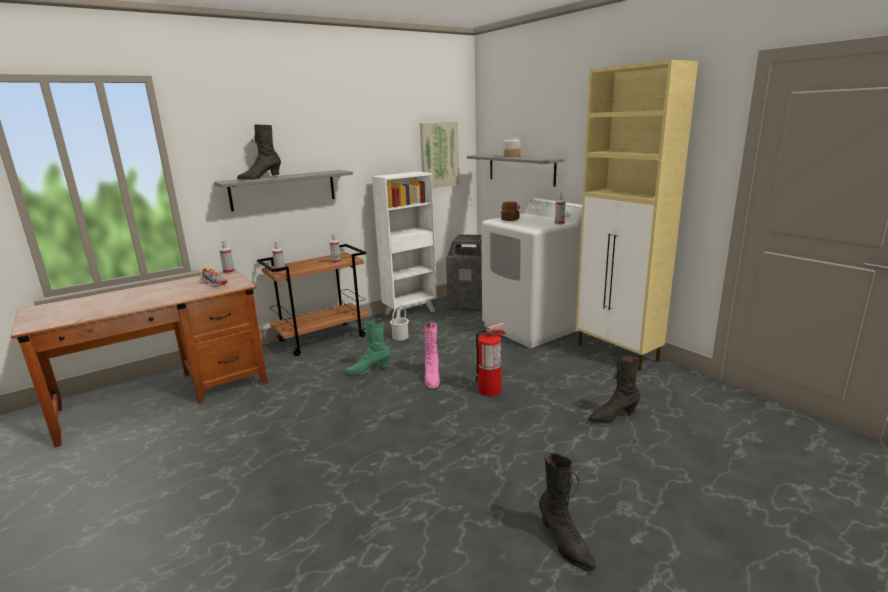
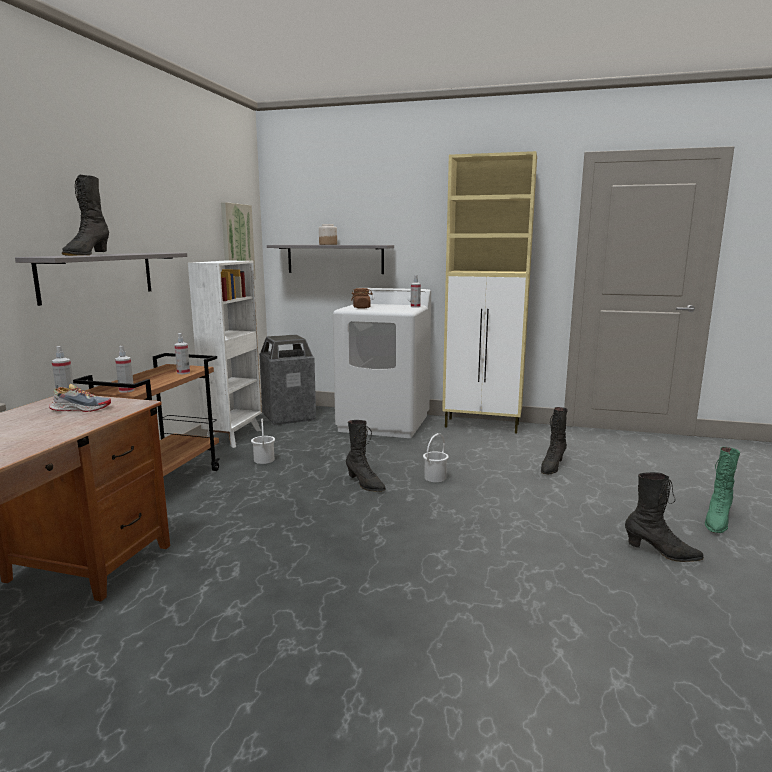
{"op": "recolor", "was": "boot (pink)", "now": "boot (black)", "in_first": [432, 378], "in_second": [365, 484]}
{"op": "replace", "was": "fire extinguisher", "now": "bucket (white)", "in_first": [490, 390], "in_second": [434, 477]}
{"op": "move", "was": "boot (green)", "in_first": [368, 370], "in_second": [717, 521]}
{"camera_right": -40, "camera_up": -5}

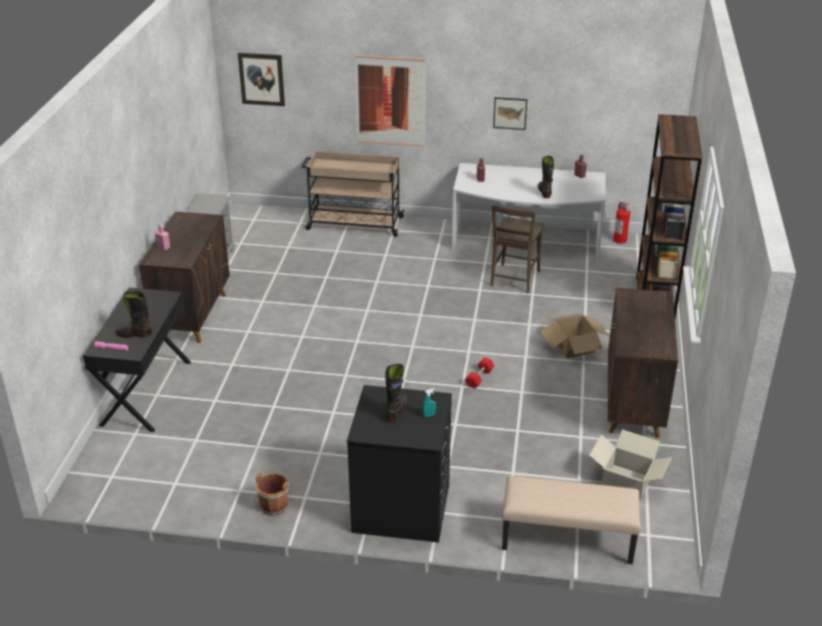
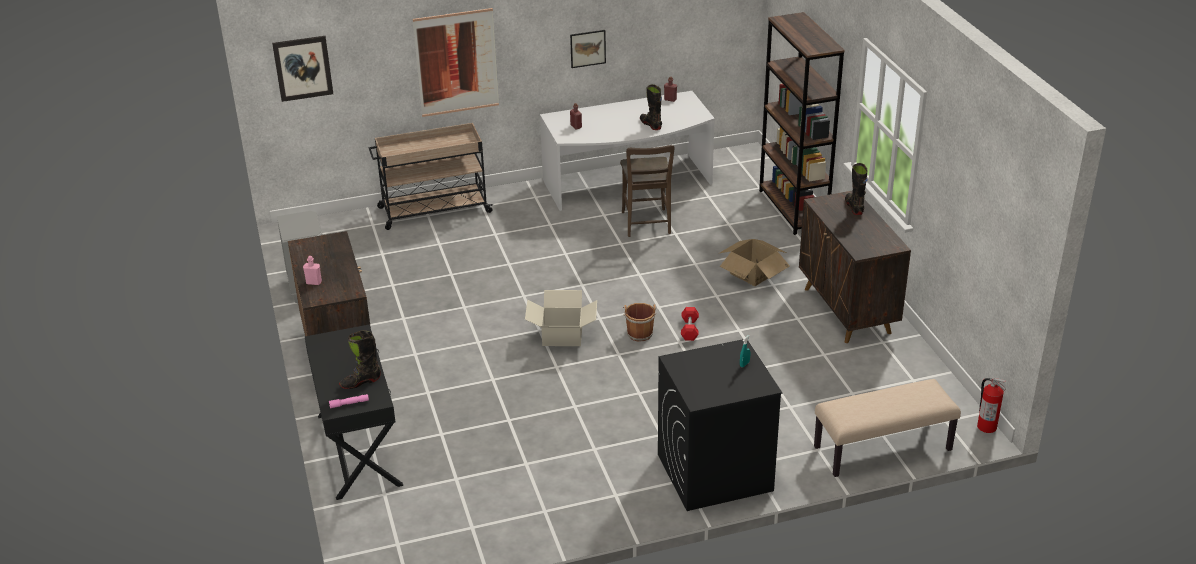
{"op": "move", "was": "cardboard box", "in_first": [626, 481], "in_second": [562, 335]}
{"op": "move", "was": "bucket (brown)", "in_first": [275, 505], "in_second": [639, 333]}
{"op": "move", "was": "boot (black)", "in_first": [397, 410], "in_second": [854, 207]}
{"op": "move", "was": "fire extinguisher", "in_first": [620, 240], "in_second": [986, 426]}
{"camera_right": -25, "camera_up": 0}

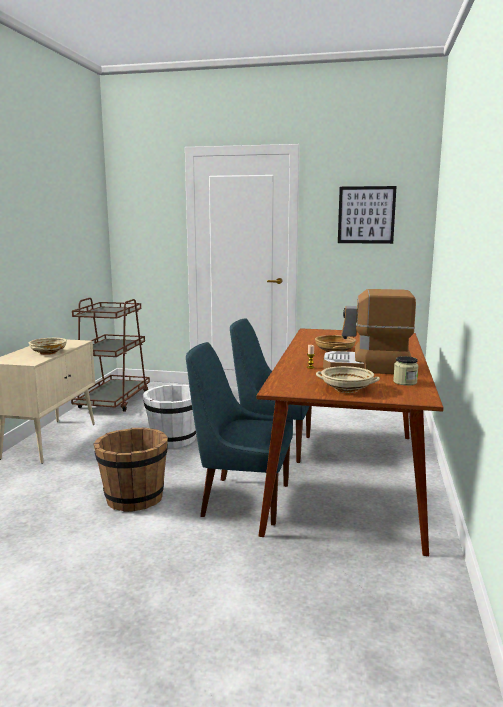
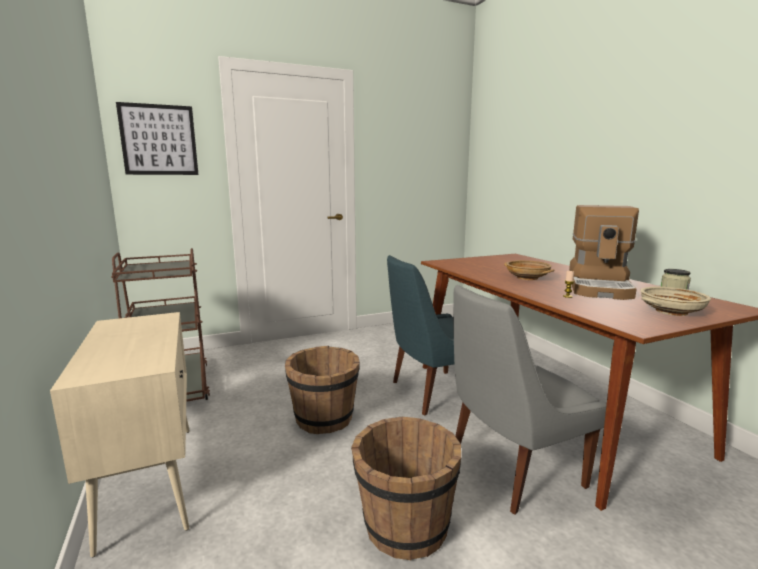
{"op": "move", "was": "picture", "in_first": [366, 215], "in_second": [159, 140]}
{"op": "recolor", "was": "bucket (white)", "now": "bucket (brown)", "in_first": [173, 440], "in_second": [324, 419]}
{"op": "recolor", "was": "chair (blue)", "now": "chair (grey)", "in_first": [241, 500], "in_second": [511, 469]}
{"op": "rotate", "was": "coffee machine", "in_first": [367, 367], "in_second": [600, 287], "clockwise": -45}
{"op": "delete", "was": "bowl (beige)", "in_first": [48, 352]}
{"camera_right": -35, "camera_up": 0}

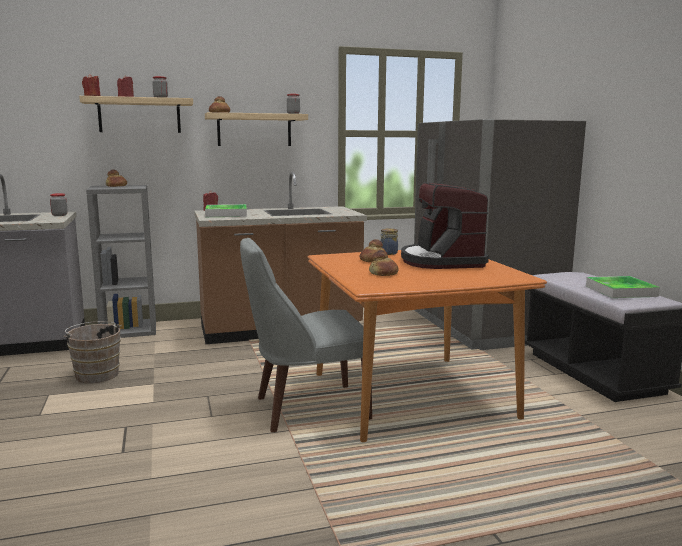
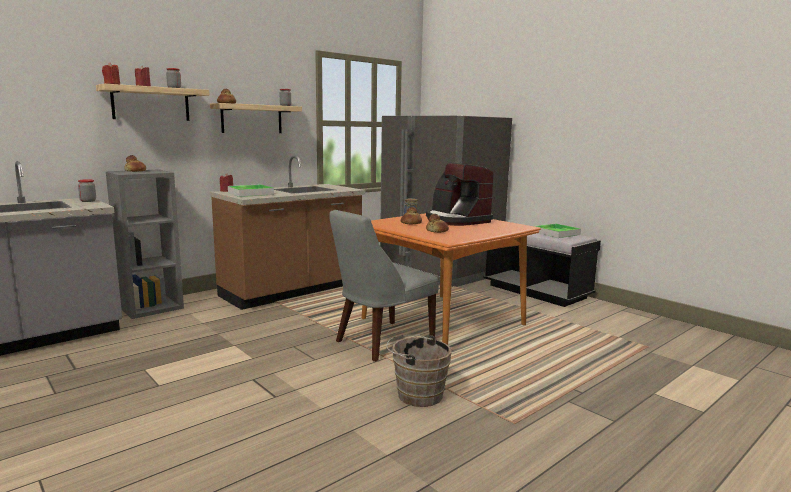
{"op": "move", "was": "bucket (brown)", "in_first": [96, 374], "in_second": [416, 394]}
{"camera_right": -25, "camera_up": 0}

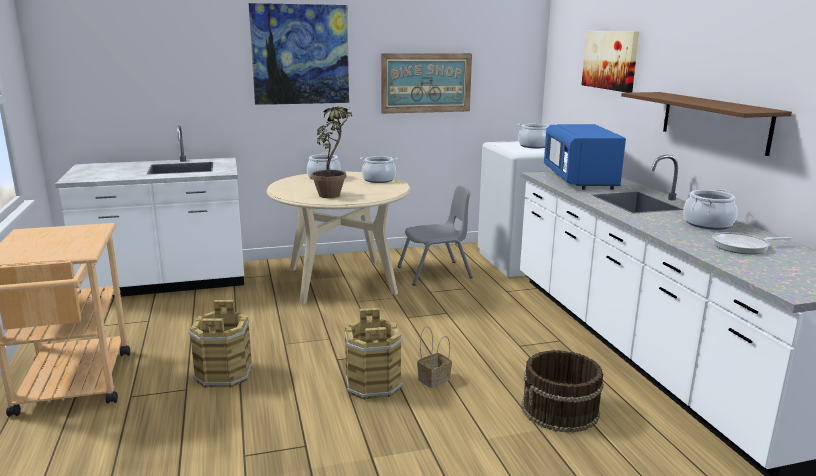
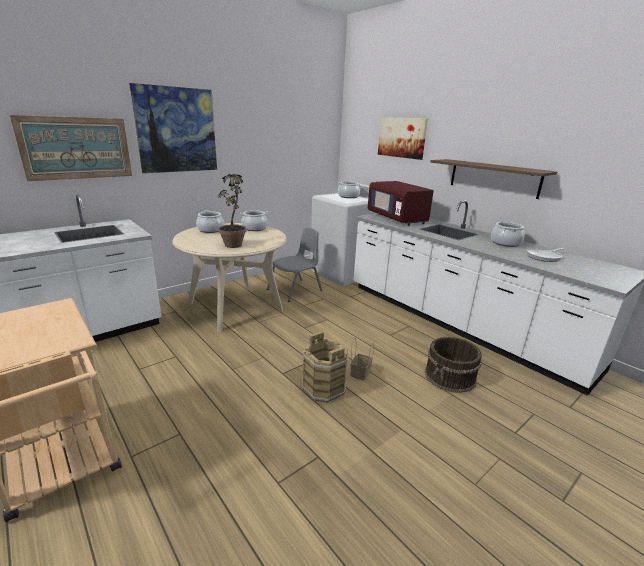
{"op": "move", "was": "picture", "in_first": [426, 83], "in_second": [76, 148]}
{"op": "recolor", "was": "microwave (blue)", "now": "microwave (red)", "in_first": [580, 180], "in_second": [397, 218]}
{"op": "delete", "was": "bucket (brown)", "in_first": [224, 374]}
{"camera_right": -25, "camera_up": 5}

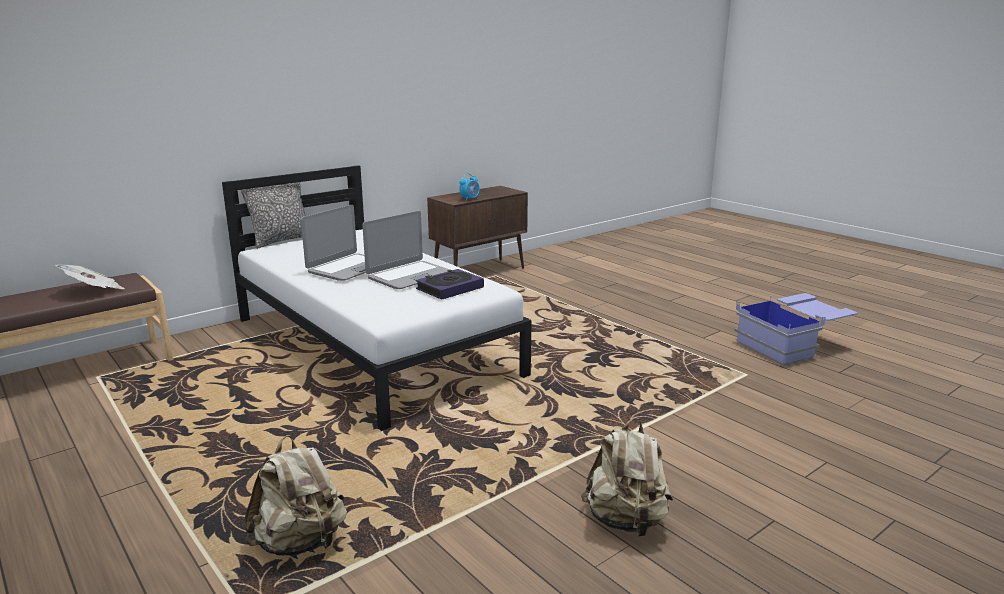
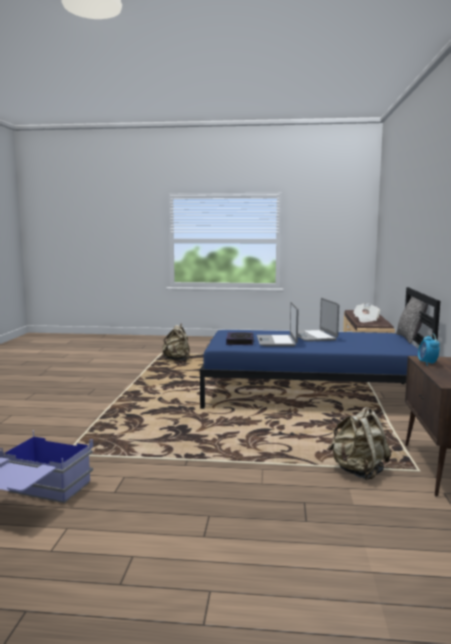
{"op": "recolor", "was": "bed (white)", "now": "bed (blue)", "in_first": [373, 345], "in_second": [310, 395]}
{"op": "move", "was": "backpack (beige)", "in_first": [626, 521], "in_second": [358, 471]}
{"camera_right": 135, "camera_up": -10}

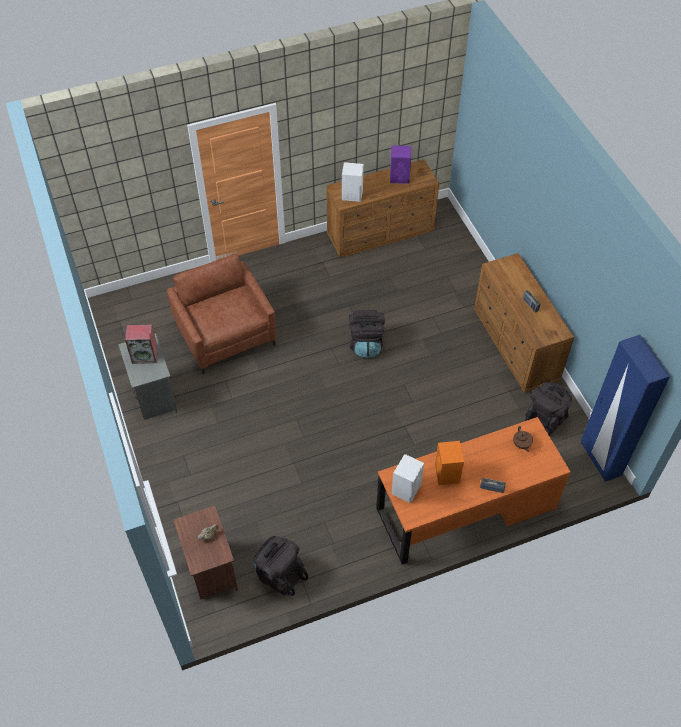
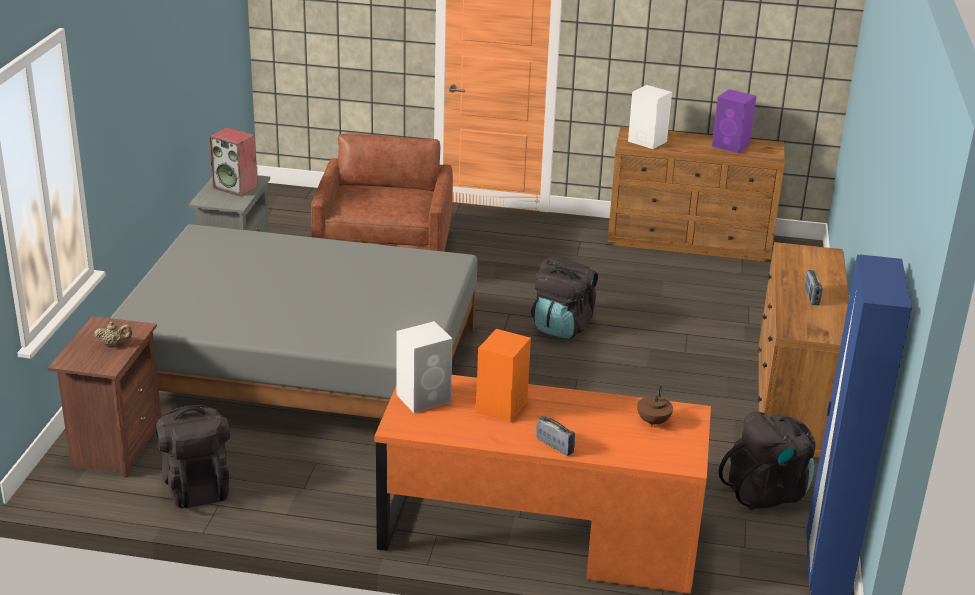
{"op": "insert", "now": "bed (grey)", "in_second": [301, 368]}
{"camera_right": 30, "camera_up": -25}

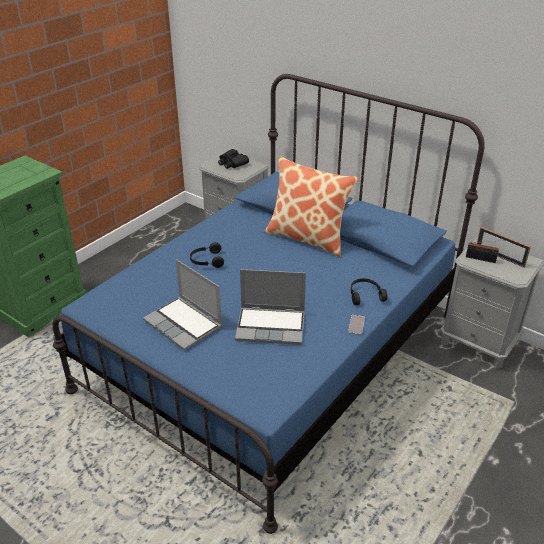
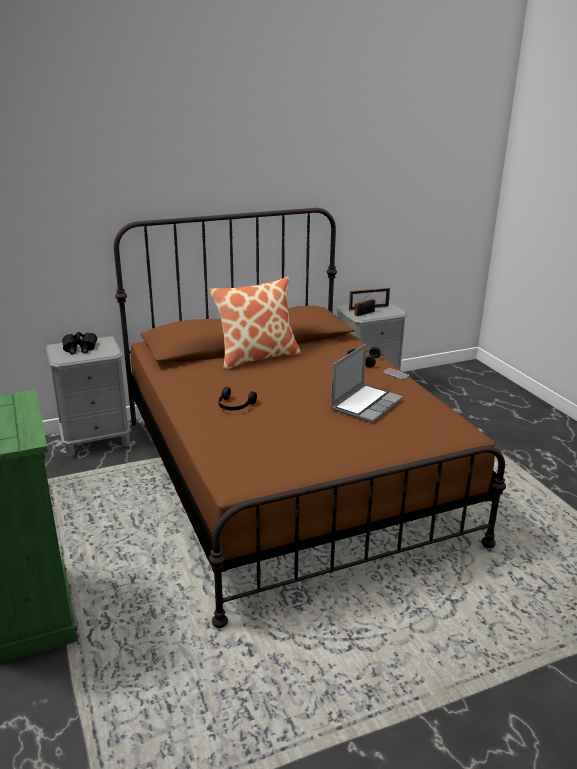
{"op": "recolor", "was": "bed (blue)", "now": "bed (brown)", "in_first": [272, 351], "in_second": [287, 476]}
{"op": "delete", "was": "laptop", "in_first": [184, 324]}
{"camera_right": -60, "camera_up": -10}

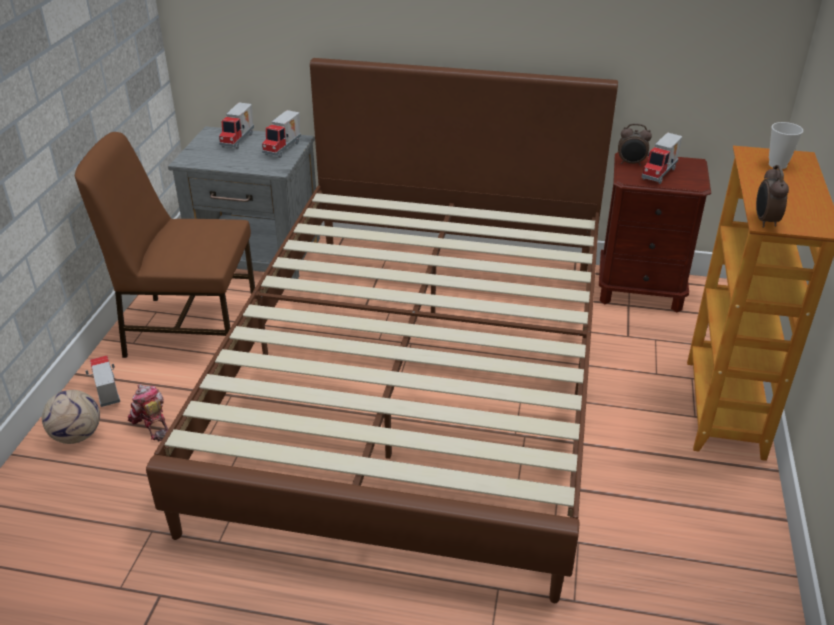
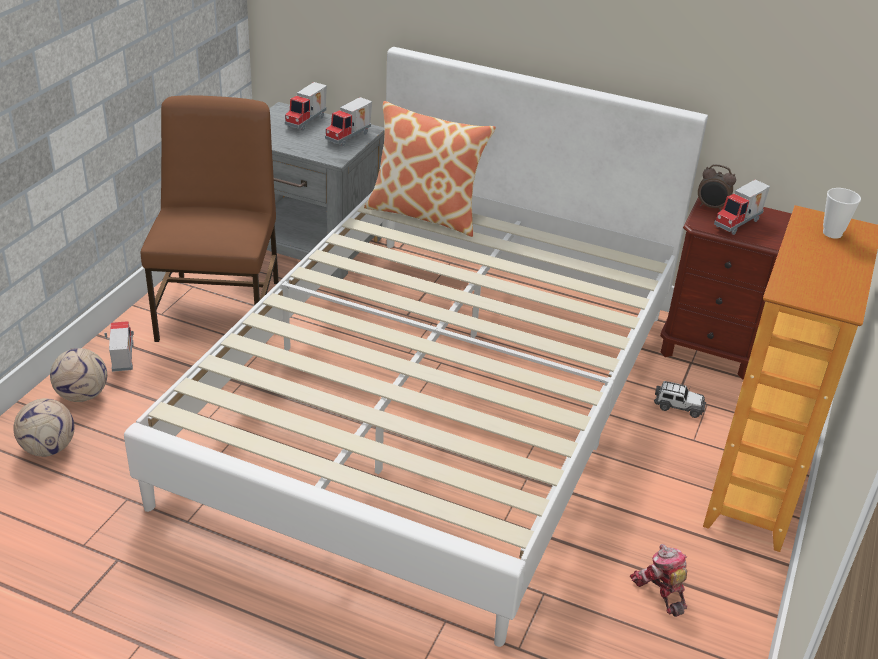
{"op": "insert", "now": "football", "in_second": [48, 448]}
{"op": "recolor", "was": "bed (brown)", "now": "bed (white)", "in_first": [418, 379], "in_second": [436, 400]}
{"op": "rotate", "was": "chair (brown)", "in_first": [189, 328], "in_second": [221, 308], "clockwise": 75}
{"op": "insert", "now": "pillow", "in_second": [425, 214]}
{"op": "move", "was": "toy robot", "in_first": [151, 424], "in_second": [660, 590]}
{"op": "insert", "now": "toy car", "in_second": [678, 406]}
{"op": "delete", "was": "alarm clock", "in_first": [765, 221]}
{"camera_right": 10, "camera_up": 0}

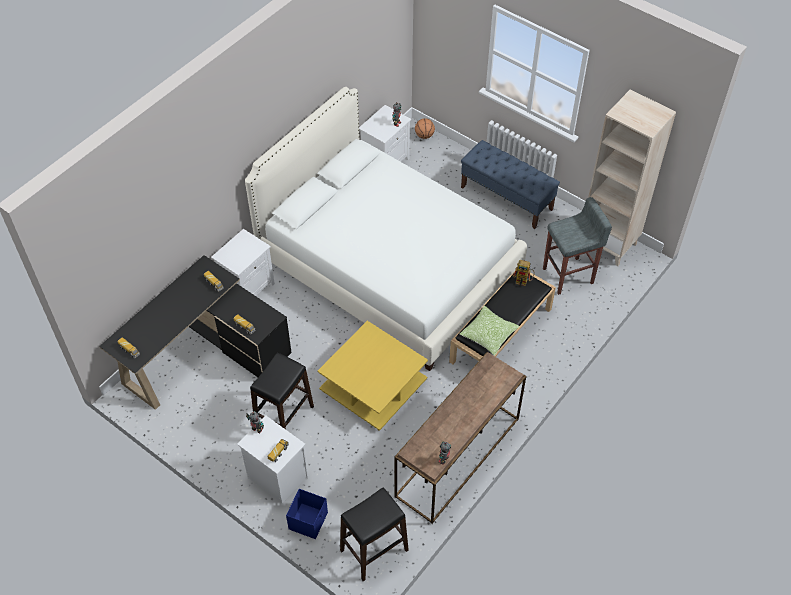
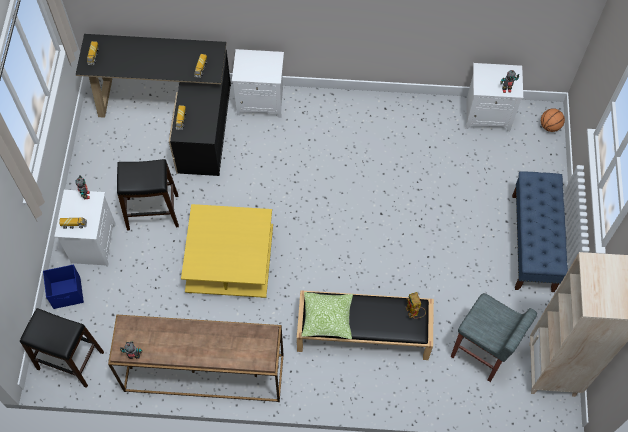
{"op": "delete", "was": "bed (white)", "in_first": [389, 266]}
{"camera_right": 55, "camera_up": 10}

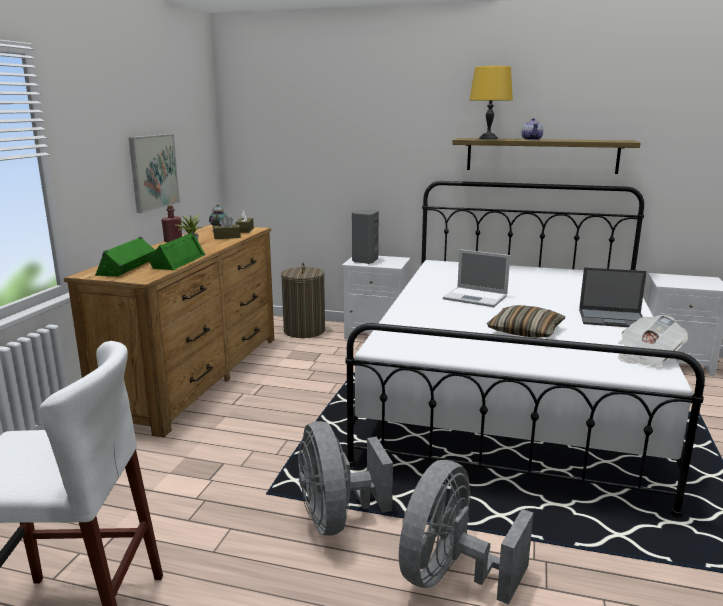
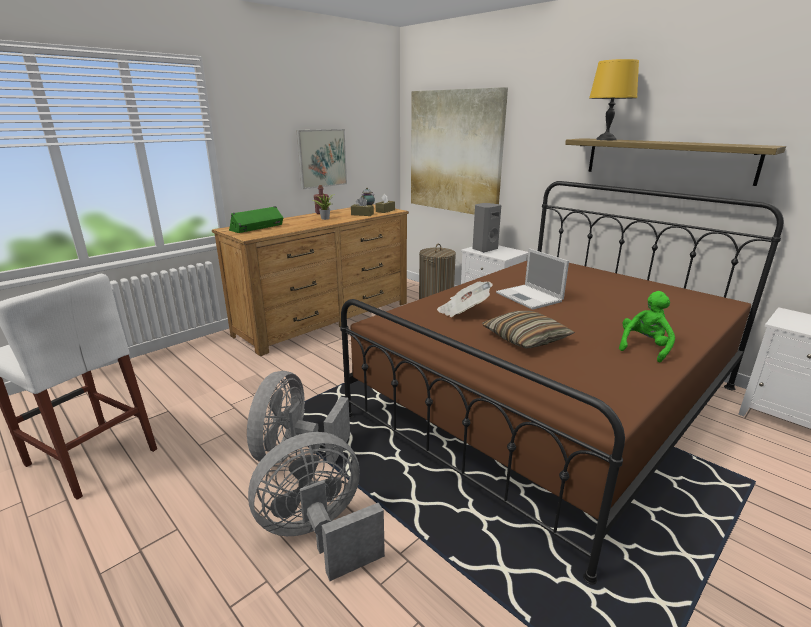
{"op": "recolor", "was": "bed (white)", "now": "bed (brown)", "in_first": [511, 398], "in_second": [549, 401]}
{"op": "insert", "now": "picture", "in_second": [455, 152]}
{"op": "move", "was": "newspaper", "in_first": [646, 356], "in_second": [463, 312]}
{"op": "replace", "was": "laptop", "now": "plush toy (green)", "in_first": [613, 319], "in_second": [644, 347]}
{"op": "delete", "was": "speaker (green)", "in_first": [177, 261]}
{"op": "delete", "was": "teapot", "in_first": [531, 139]}
{"camera_right": 30, "camera_up": 5}

